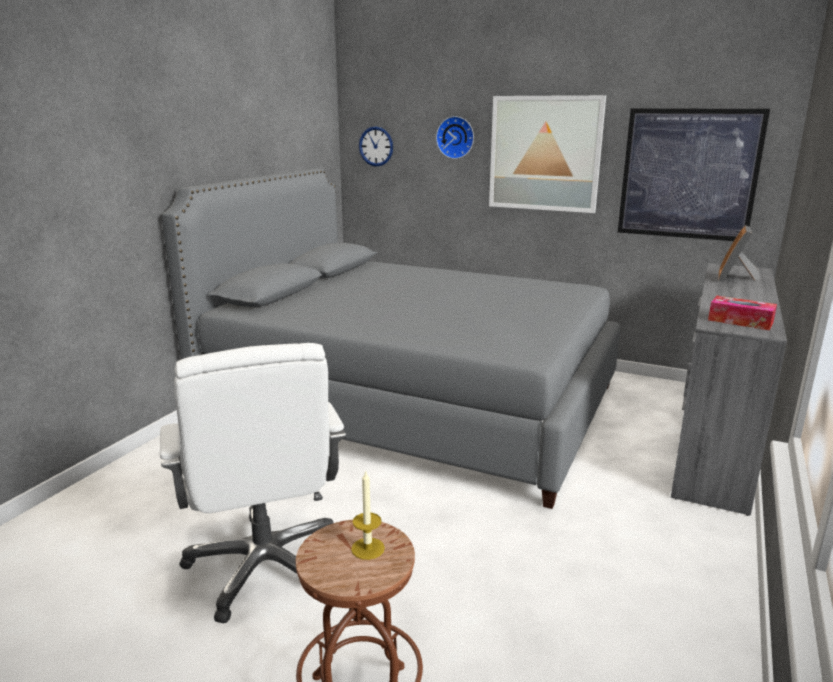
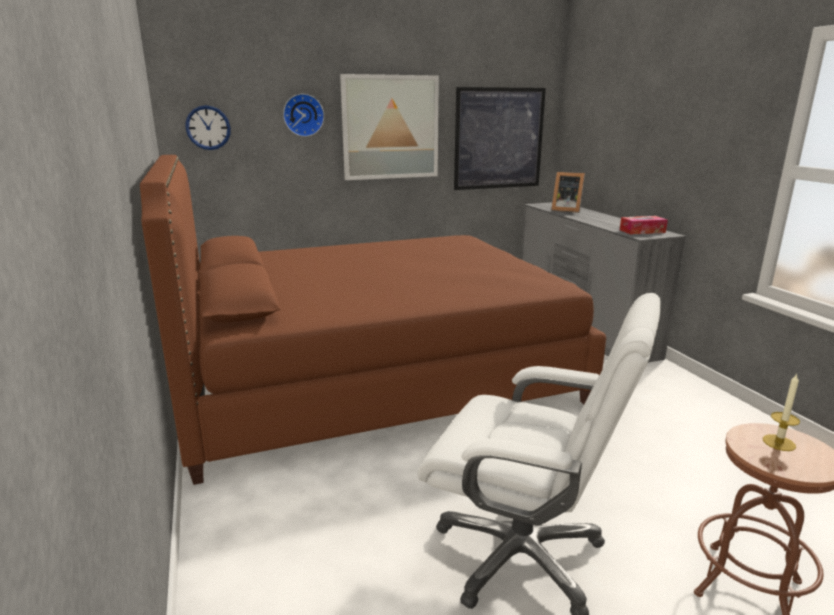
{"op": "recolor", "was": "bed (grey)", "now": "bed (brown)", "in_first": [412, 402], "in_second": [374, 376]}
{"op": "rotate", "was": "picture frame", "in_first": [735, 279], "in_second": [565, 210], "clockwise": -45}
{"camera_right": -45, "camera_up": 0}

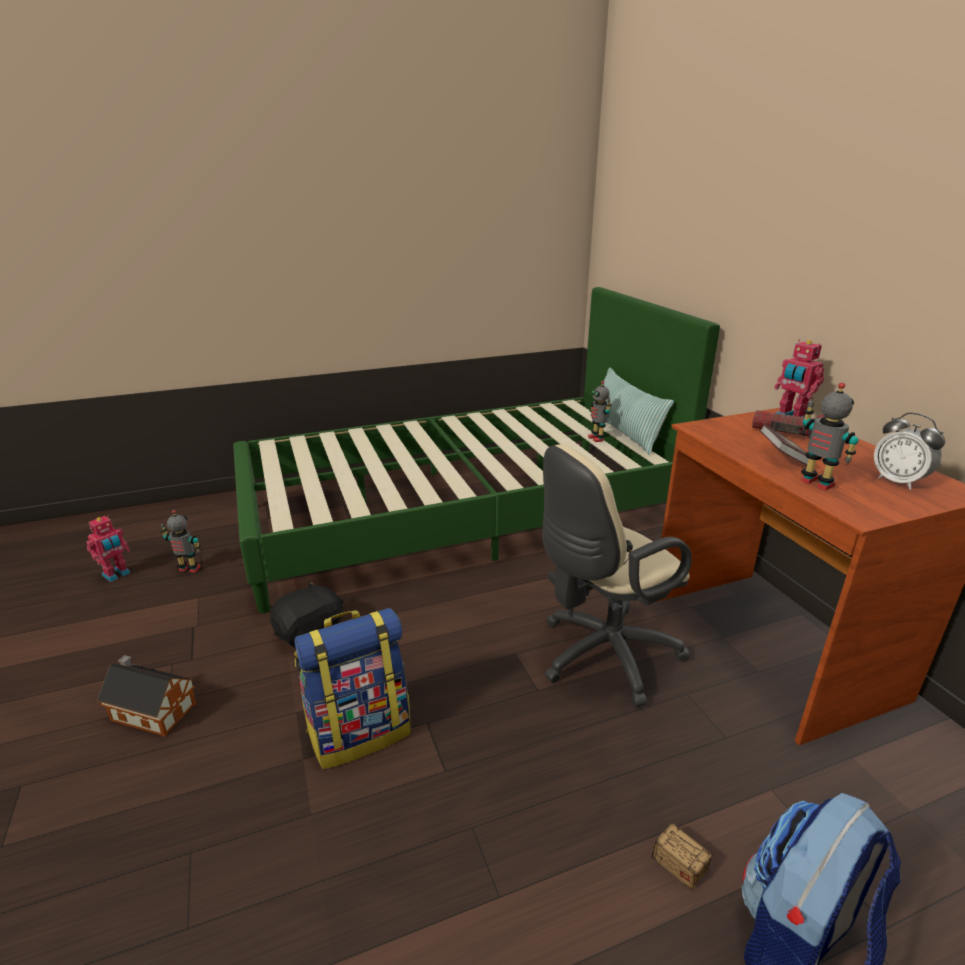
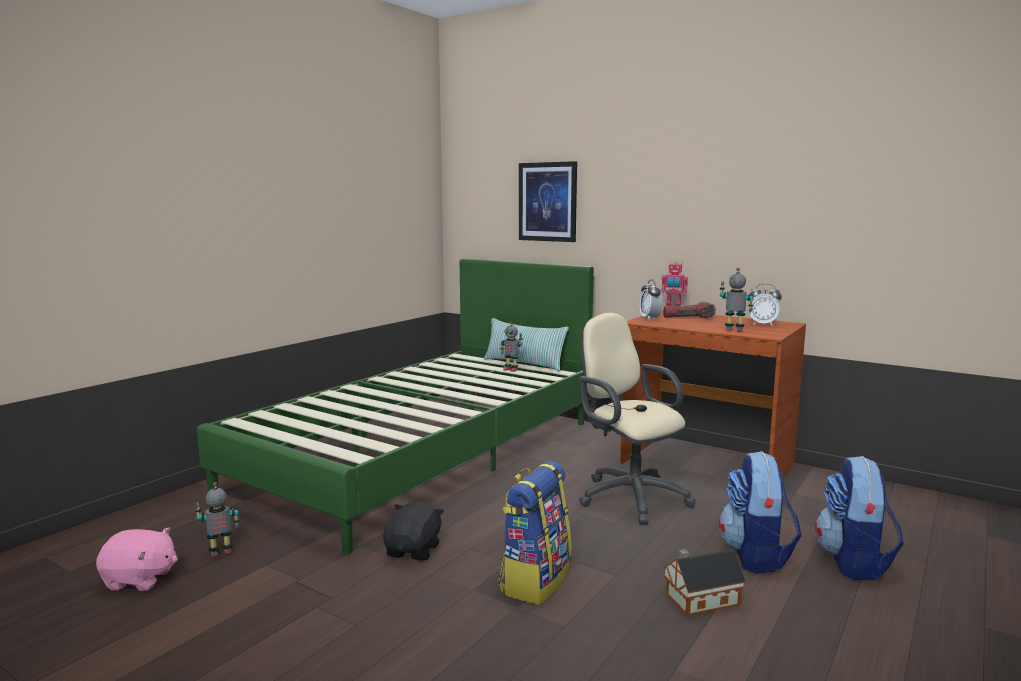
{"op": "replace", "was": "toy robot", "now": "plush toy (pink)", "in_first": [117, 575], "in_second": [140, 579]}
{"op": "insert", "now": "picture", "in_second": [547, 202]}
{"op": "rotate", "was": "office chair (beige)", "in_first": [601, 656], "in_second": [628, 496], "clockwise": 120}
{"op": "insert", "now": "alarm clock", "in_second": [650, 318]}
{"op": "move", "was": "toy house", "in_first": [152, 710], "in_second": [699, 599]}
{"op": "replace", "was": "storage box", "now": "backpack", "in_first": [652, 842], "in_second": [756, 556]}
{"op": "delete", "was": "book", "in_first": [783, 457]}
{"camera_right": -35, "camera_up": -15}

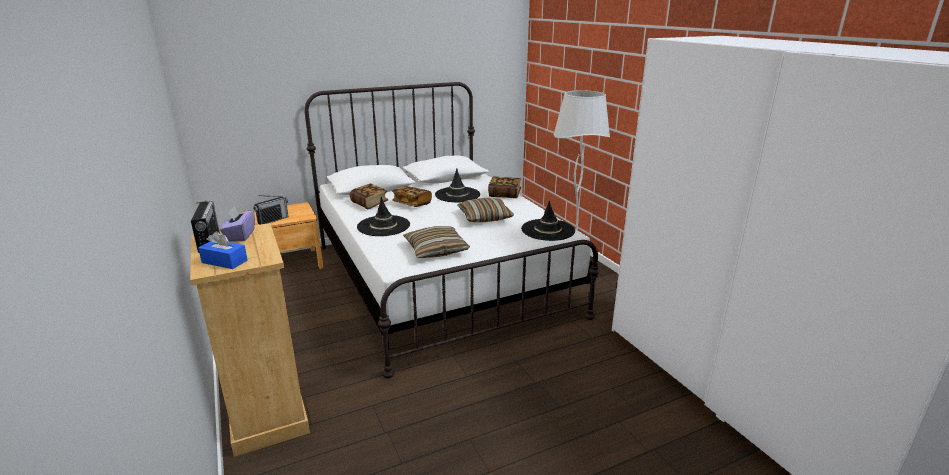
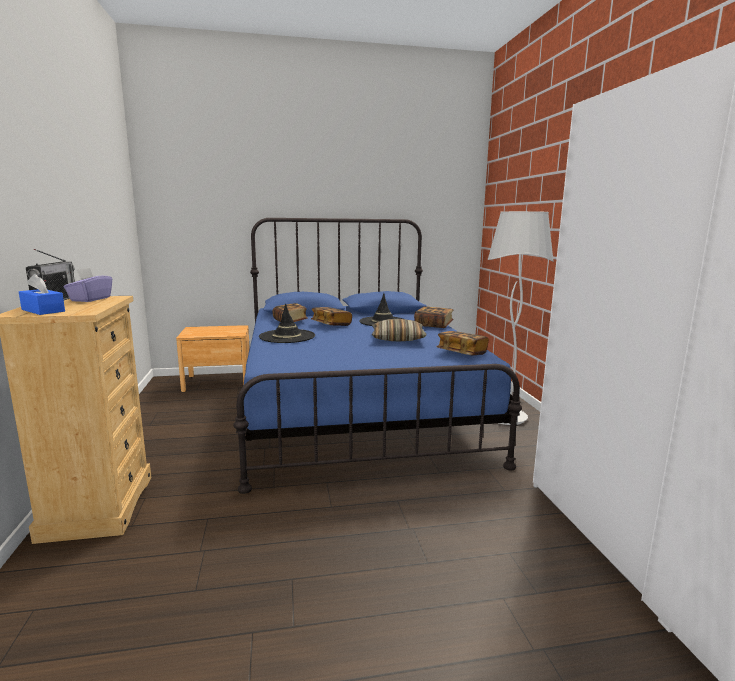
{"op": "recolor", "was": "bed (white)", "now": "bed (blue)", "in_first": [440, 279], "in_second": [355, 410]}
{"op": "replace", "was": "hat (black)", "now": "book", "in_first": [548, 230], "in_second": [461, 353]}
{"op": "delete", "was": "radio", "in_first": [273, 220]}
{"op": "delete", "was": "pillow", "in_first": [436, 250]}
{"camera_right": 15, "camera_up": -10}

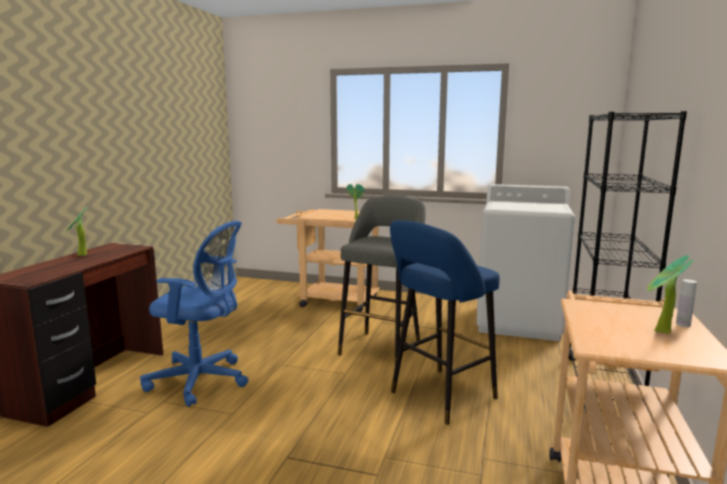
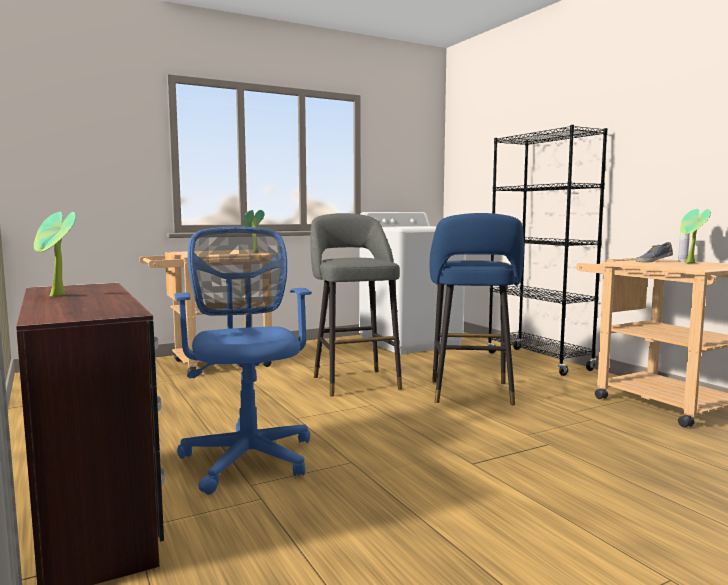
{"op": "rotate", "was": "office chair (blue)", "in_first": [202, 381], "in_second": [248, 456], "clockwise": -75}
{"op": "insert", "now": "shoe", "in_second": [653, 261]}
{"camera_right": -45, "camera_up": -5}

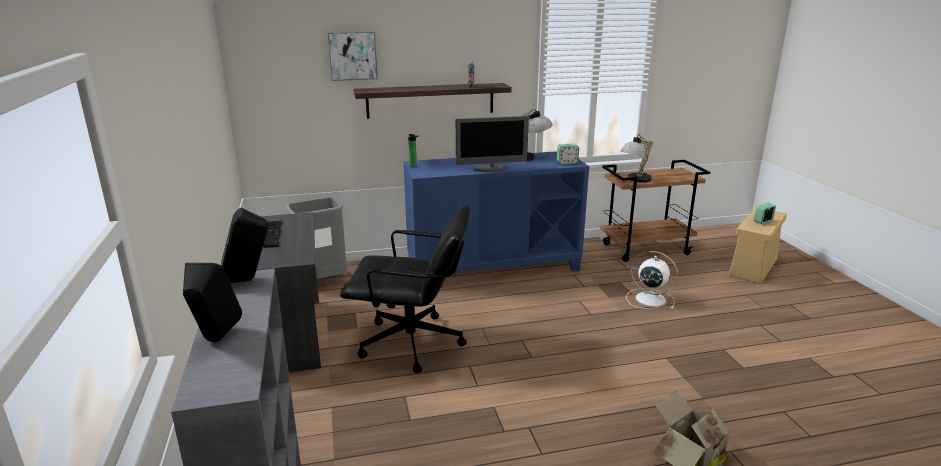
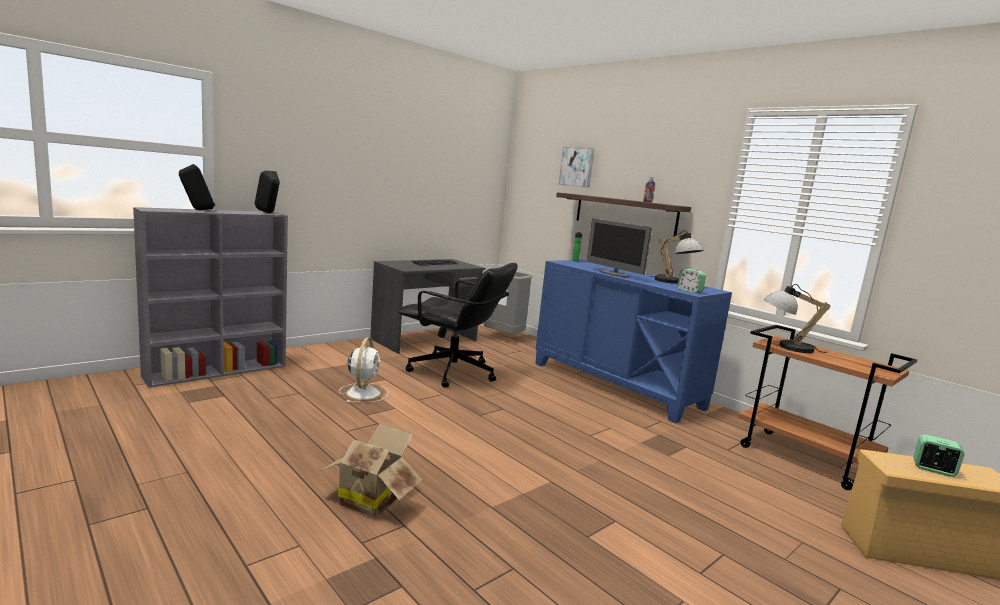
{"op": "move", "was": "fan (white)", "in_first": [649, 299], "in_second": [364, 392]}
{"op": "rotate", "was": "office chair (black)", "in_first": [412, 344], "in_second": [453, 373], "clockwise": -45}
{"camera_right": 60, "camera_up": -10}

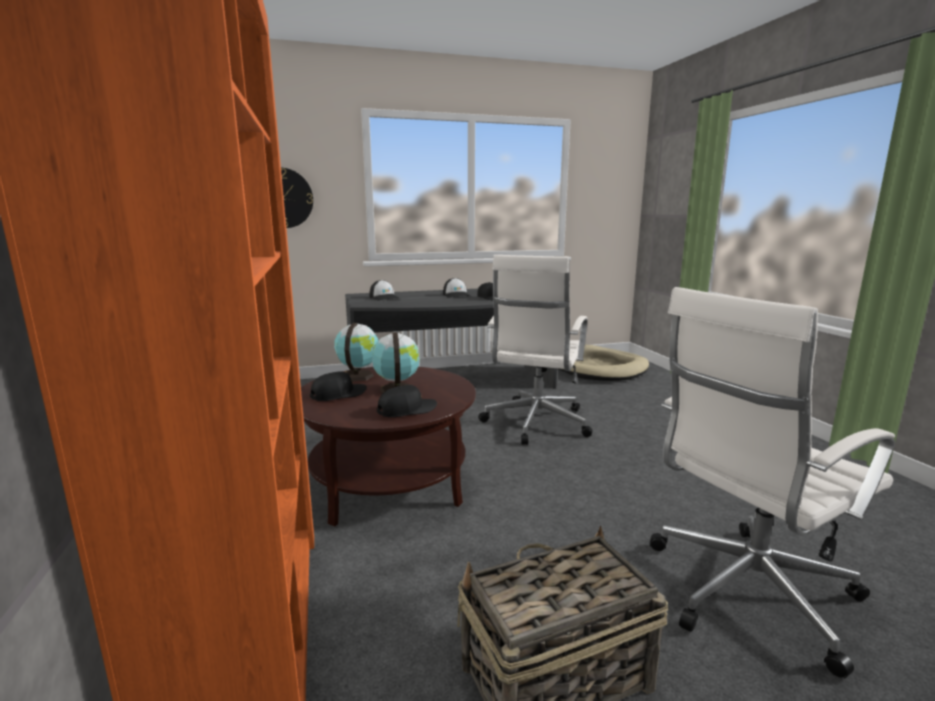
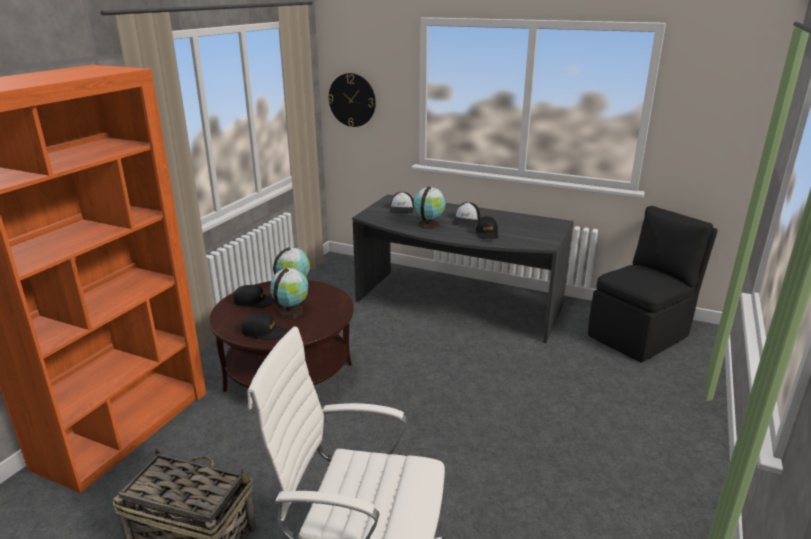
{"op": "insert", "now": "globe", "in_second": [429, 224]}
{"op": "replace", "was": "dog bed (beige)", "now": "chair (black)", "in_first": [599, 368], "in_second": [640, 335]}
{"op": "delete", "was": "office chair (white)", "in_first": [535, 423]}
{"camera_right": 40, "camera_up": 10}

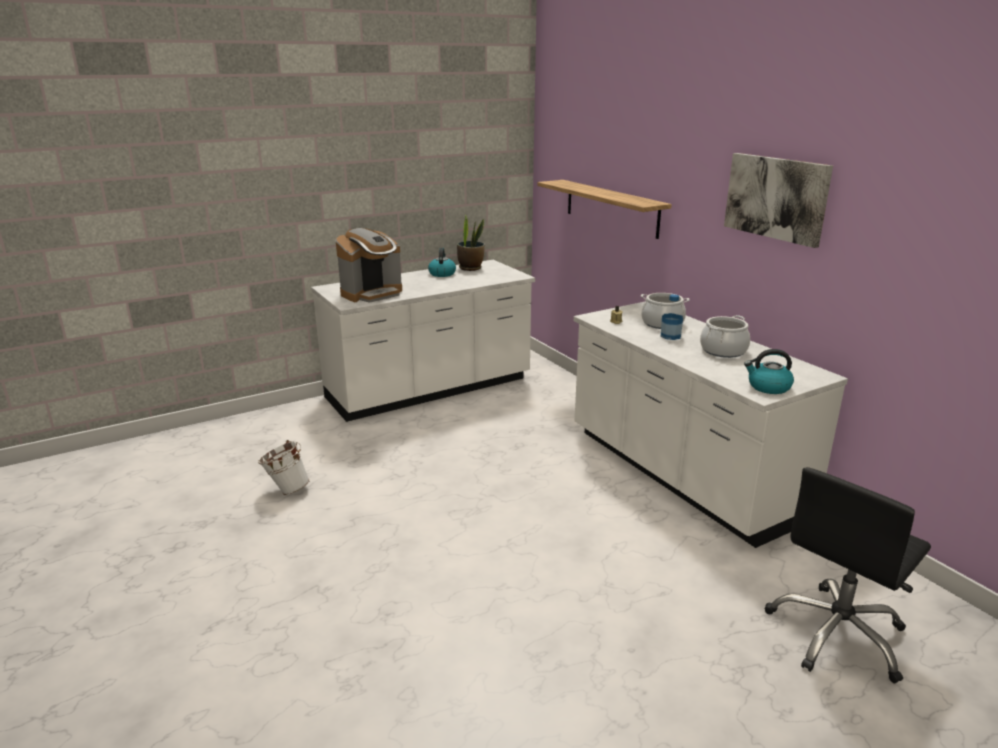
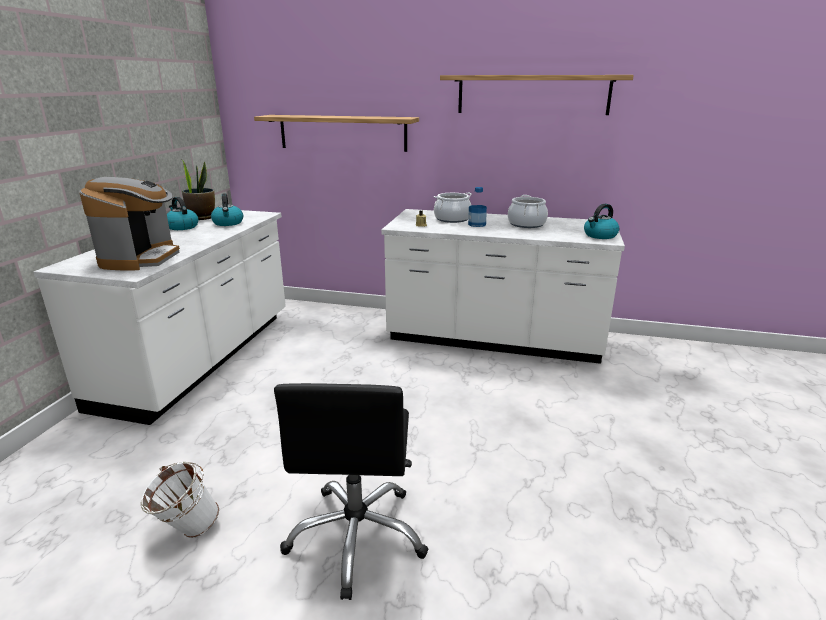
{"op": "insert", "now": "kettle", "in_second": [228, 223]}
{"op": "move", "was": "office chair (black)", "in_first": [837, 634], "in_second": [357, 536]}
{"op": "replace", "was": "picture", "now": "shelf", "in_first": [776, 198], "in_second": [532, 94]}
{"camera_right": -45, "camera_up": 0}

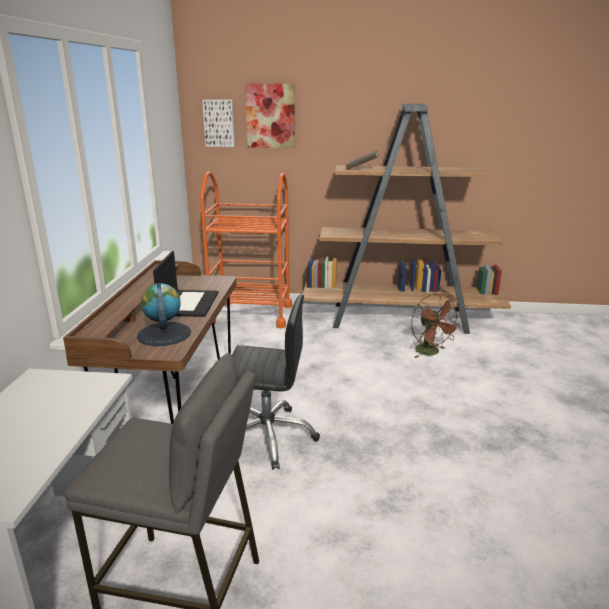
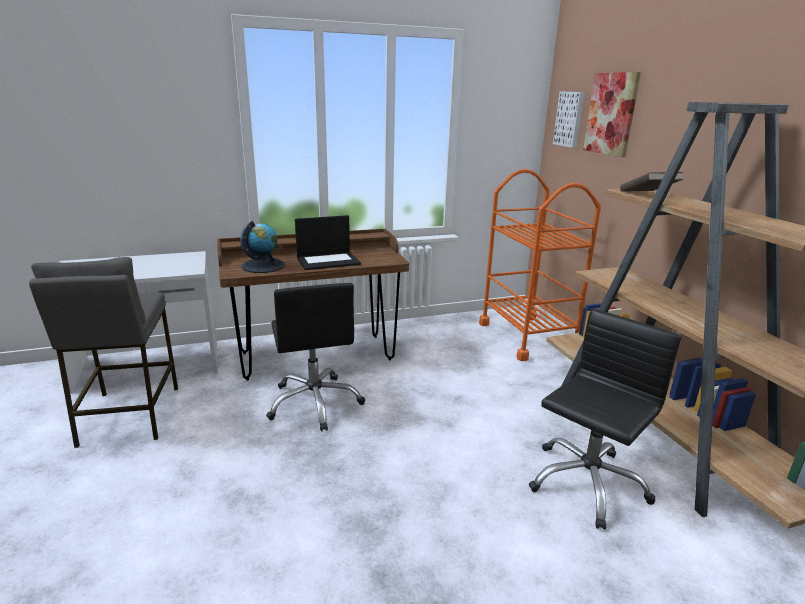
{"op": "replace", "was": "fan (brown)", "now": "office chair (black)", "in_first": [431, 352], "in_second": [586, 482]}
{"camera_right": 65, "camera_up": 0}

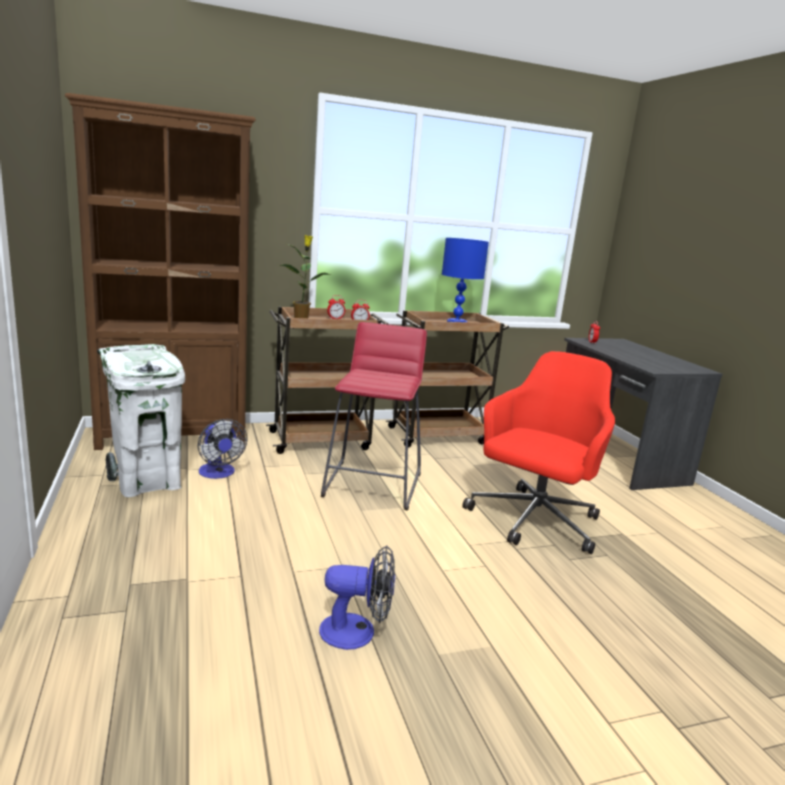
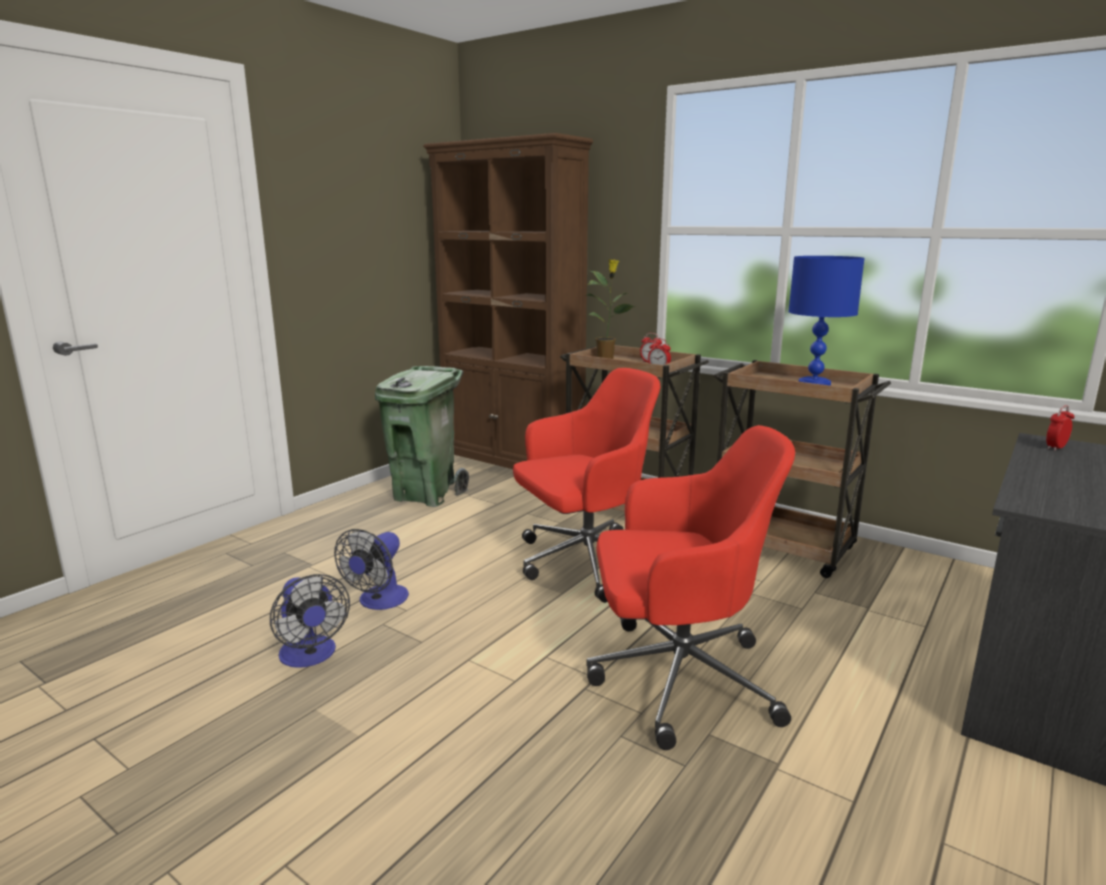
{"op": "move", "was": "fan", "in_first": [218, 473], "in_second": [378, 602]}
{"op": "recolor", "was": "trash can (white)", "now": "trash can (green)", "in_first": [147, 482], "in_second": [426, 495]}
{"op": "replace", "was": "stool (red)", "now": "office chair (red)", "in_first": [372, 484], "in_second": [585, 563]}
{"camera_right": 55, "camera_up": 0}

